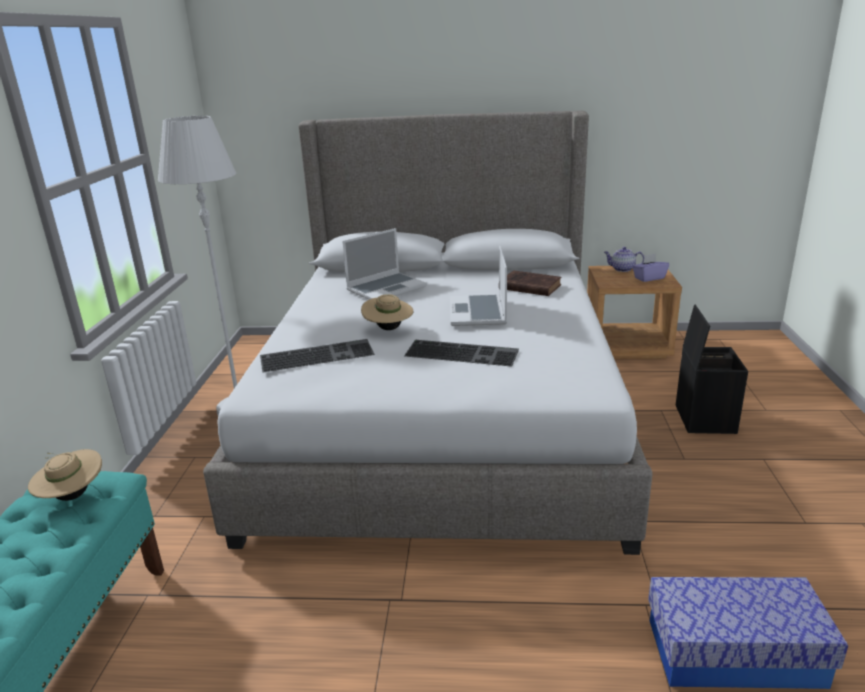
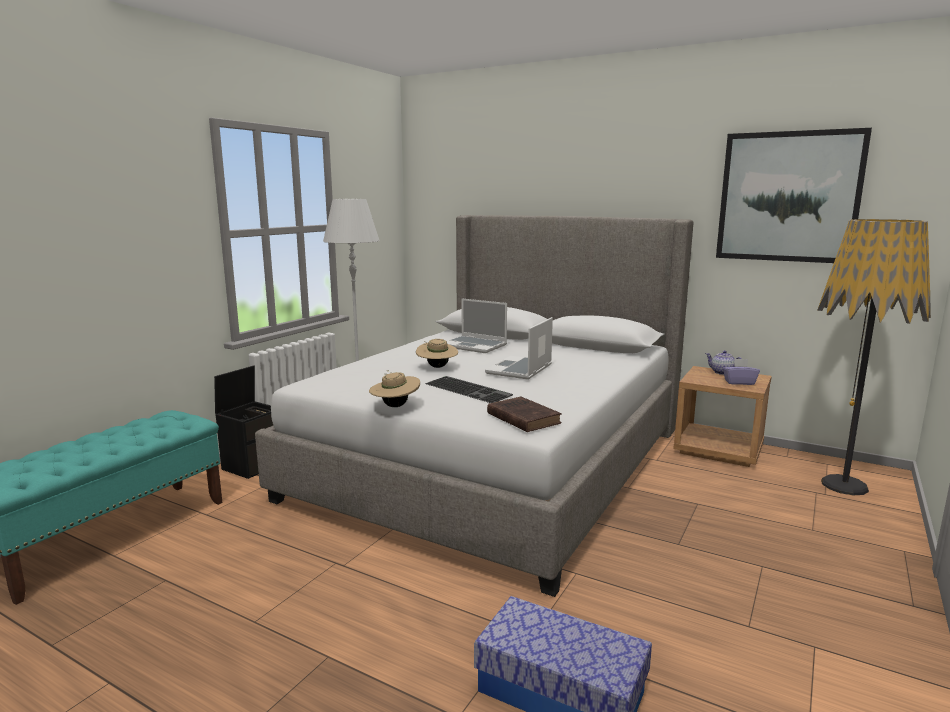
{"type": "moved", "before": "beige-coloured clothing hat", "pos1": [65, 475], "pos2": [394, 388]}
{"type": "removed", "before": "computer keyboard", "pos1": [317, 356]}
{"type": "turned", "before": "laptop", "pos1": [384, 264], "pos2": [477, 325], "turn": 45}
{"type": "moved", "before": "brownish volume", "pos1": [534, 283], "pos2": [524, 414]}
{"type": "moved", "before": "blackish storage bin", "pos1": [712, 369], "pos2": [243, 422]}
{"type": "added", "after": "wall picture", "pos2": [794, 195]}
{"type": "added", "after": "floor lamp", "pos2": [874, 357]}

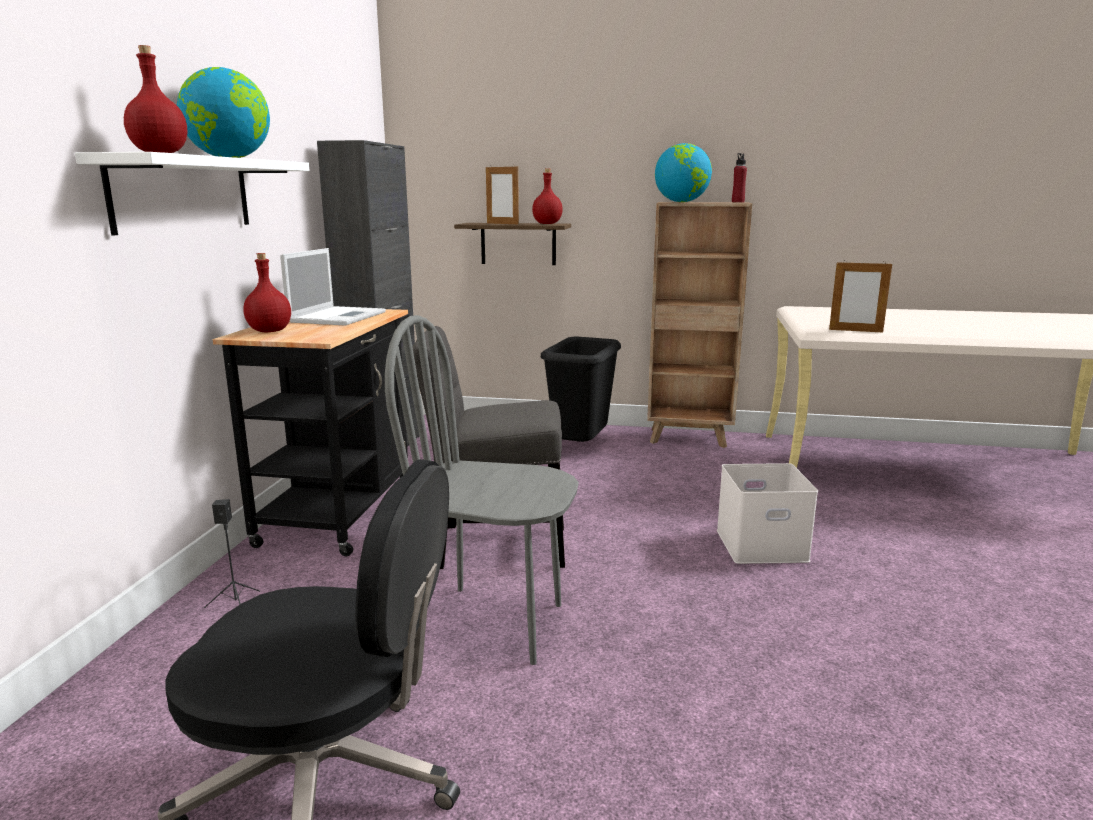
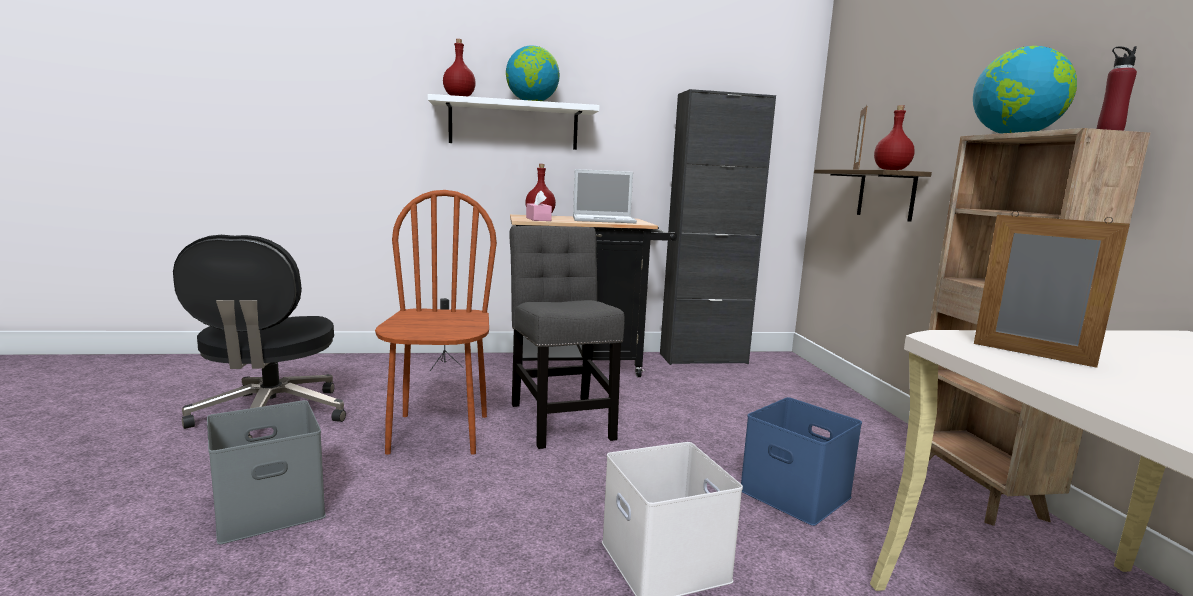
{"type": "recoloured", "before": "greyish chair", "after": "brownish chair", "pos1": [482, 490], "pos2": [436, 322]}
{"type": "removed", "before": "blackish rubbish bin", "pos1": [581, 389]}
{"type": "turned", "before": "standing frame", "pos1": [860, 296], "pos2": [1052, 289], "turn": 135}
{"type": "added", "after": "greyish storage bin", "pos2": [266, 472]}
{"type": "added", "after": "pinkish tissue box", "pos2": [539, 205]}
{"type": "added", "after": "blue storage bin", "pos2": [801, 461]}

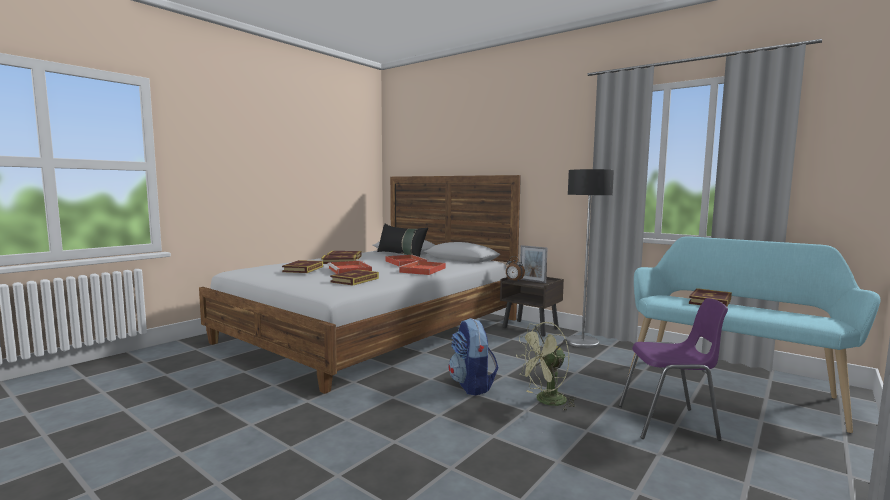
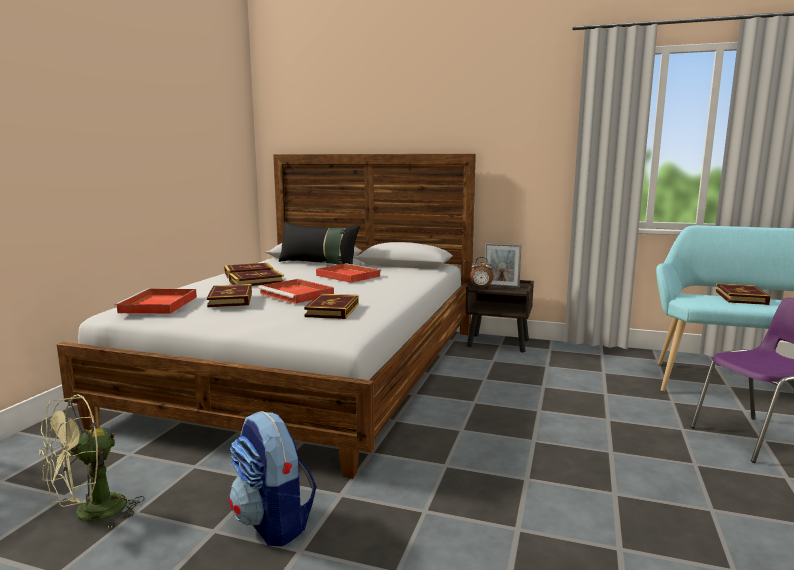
{"type": "moved", "before": "reddish carrying tray", "pos1": [422, 268], "pos2": [155, 301]}
{"type": "moved", "before": "knapsack", "pos1": [473, 356], "pos2": [273, 479]}
{"type": "moved", "before": "green-coloured electric fan", "pos1": [546, 366], "pos2": [92, 461]}
{"type": "removed", "before": "floor lamp", "pos1": [590, 258]}

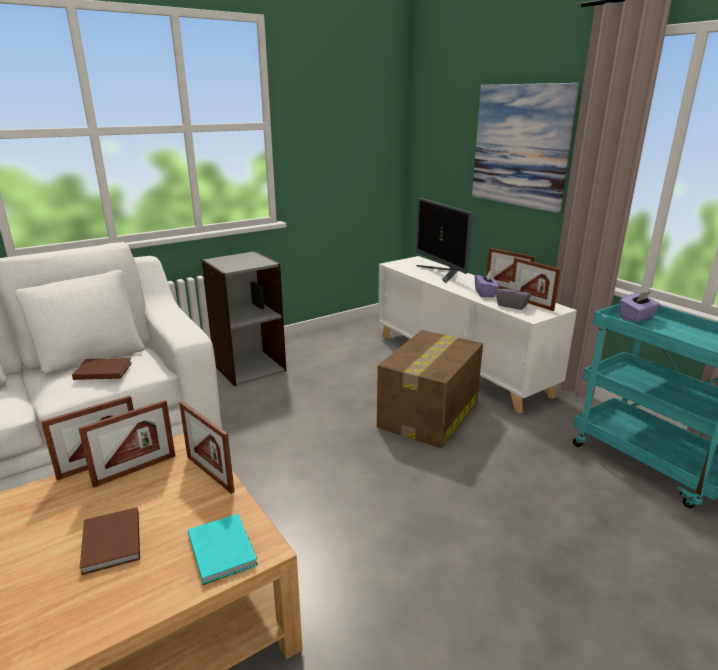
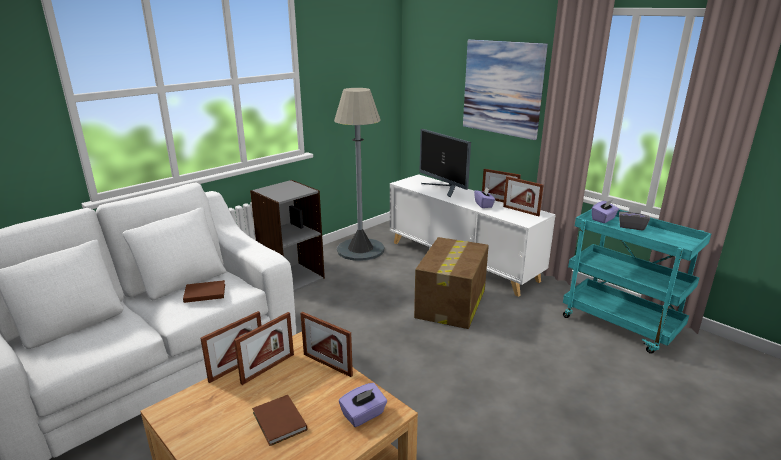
{"type": "replaced", "before": "blue-green volume", "after": "purplish tissue box", "pos1": [223, 549], "pos2": [363, 405]}
{"type": "moved", "before": "greyish tissue box", "pos1": [513, 295], "pos2": [634, 218]}
{"type": "added", "after": "greyish floor lamp", "pos2": [359, 174]}

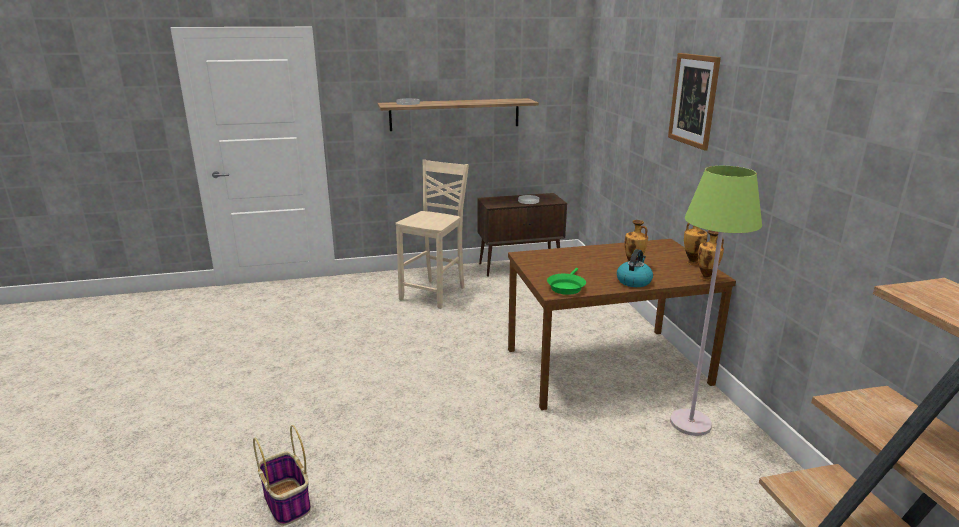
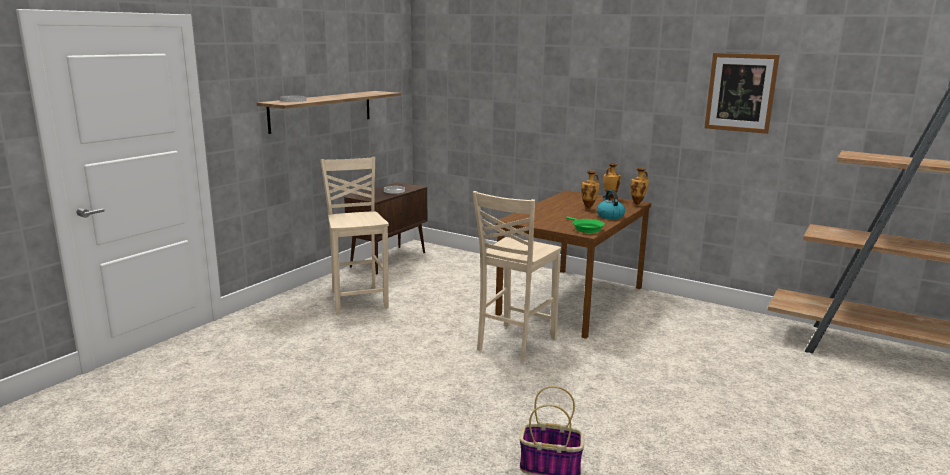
{"type": "moved", "before": "wall picture", "pos1": [694, 102], "pos2": [742, 93]}
{"type": "removed", "before": "green-coloured floor lamp", "pos1": [716, 301]}
{"type": "added", "after": "beige-coloured chair", "pos2": [516, 277]}

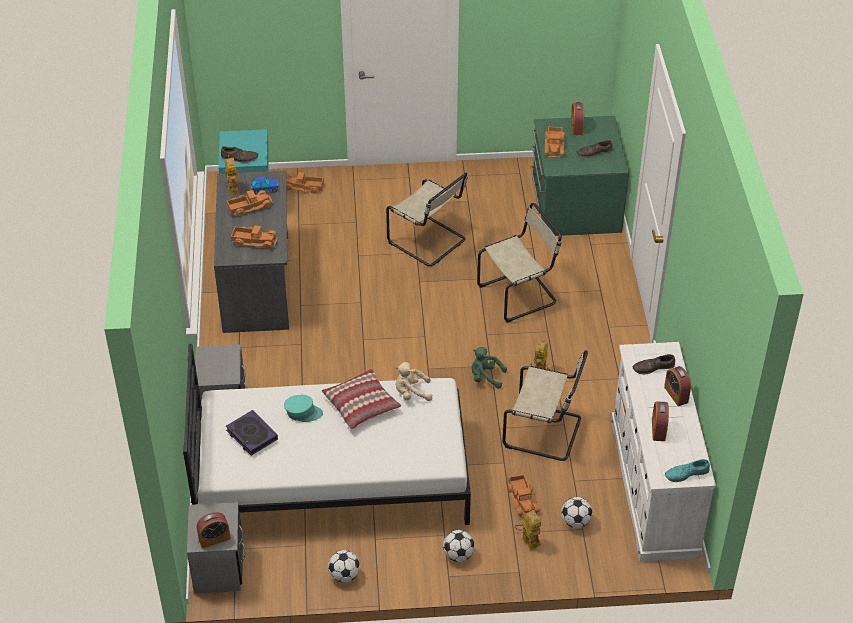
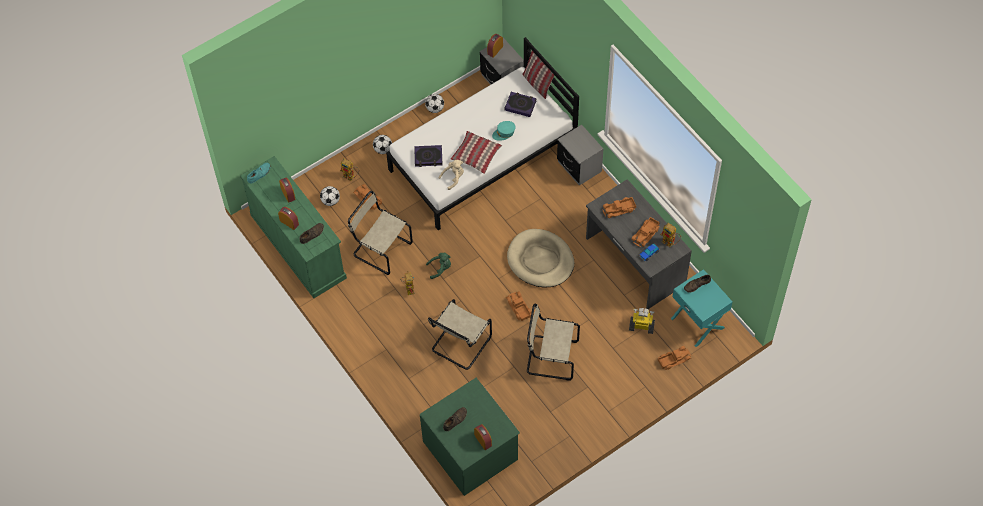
{"type": "turned", "before": "beige-coloured chair", "pos1": [545, 405], "pos2": [380, 233], "turn": 45}
{"type": "moved", "before": "toy truck", "pos1": [555, 142], "pos2": [518, 306]}
{"type": "recoloured", "before": "whitish dresser", "after": "green-coloured dresser", "pos1": [663, 452], "pos2": [293, 227]}
{"type": "added", "after": "volume", "pos2": [428, 156]}
{"type": "added", "after": "beige-coloured dog cushion", "pos2": [540, 258]}
{"type": "added", "after": "pillow", "pos2": [538, 75]}
{"type": "added", "after": "model robot", "pos2": [642, 321]}

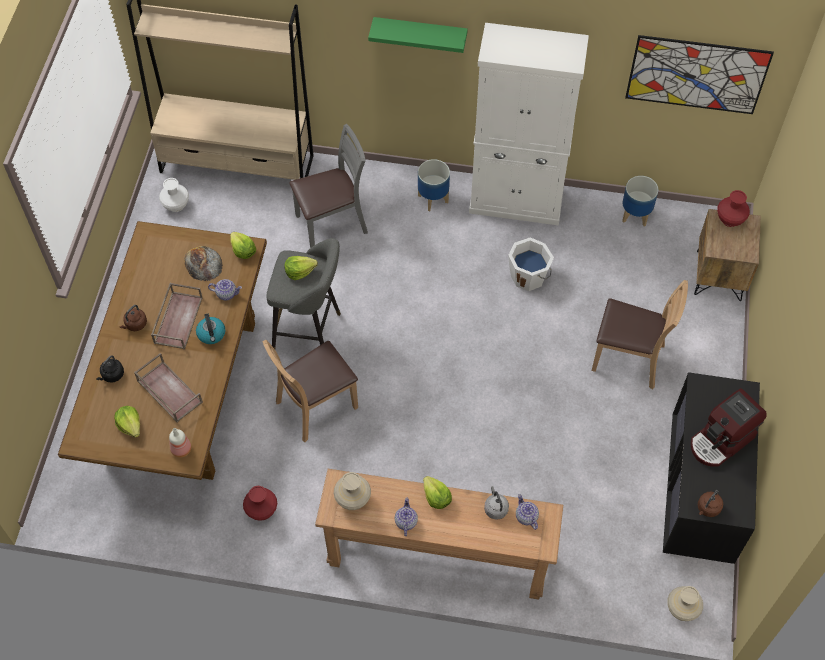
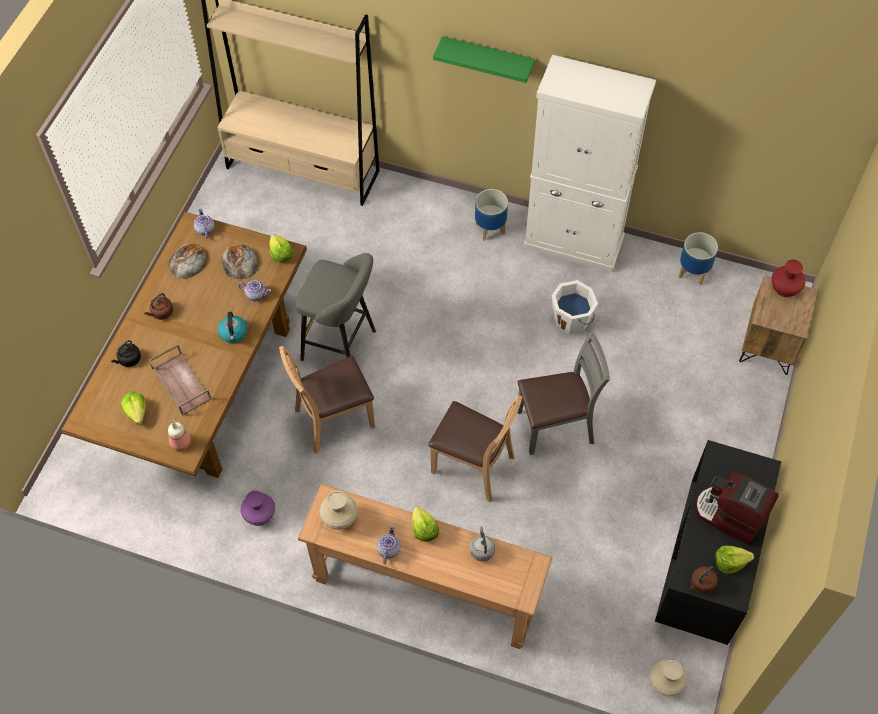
{"type": "removed", "before": "brownish carrying tray", "pos1": [177, 316]}
{"type": "removed", "before": "whitish flower vase", "pos1": [174, 195]}
{"type": "recoloured", "before": "reddish flower vase", "after": "purplish flower vase", "pos1": [260, 503], "pos2": [258, 508]}
{"type": "moved", "before": "lettuce head", "pos1": [301, 268], "pos2": [734, 559]}
{"type": "moved", "before": "greyish chair", "pos1": [328, 186], "pos2": [563, 393]}
{"type": "moved", "before": "pot for tea", "pos1": [527, 512], "pos2": [204, 223]}
{"type": "moved", "before": "brownish chair", "pos1": [639, 334], "pos2": [475, 448]}
{"type": "removed", "before": "wall picture", "pos1": [699, 74]}
{"type": "turned", "before": "coffee brewer", "pos1": [729, 427], "pos2": [736, 509], "turn": 60}
{"type": "added", "after": "baked bread", "pos2": [188, 261]}

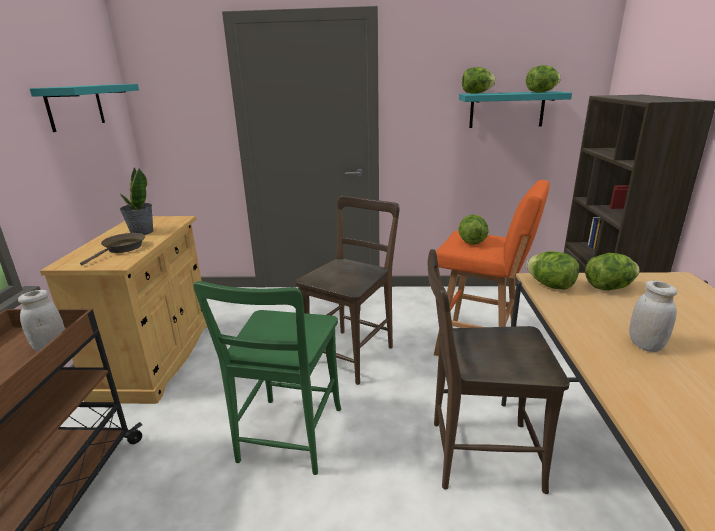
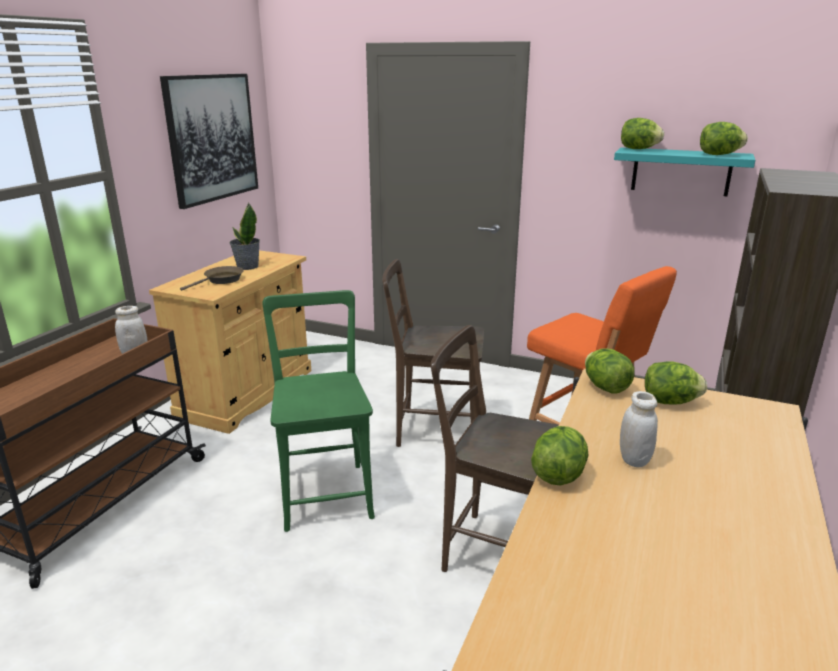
{"type": "replaced", "before": "blue-green bracket shelf", "after": "wall picture", "pos1": [84, 108], "pos2": [209, 141]}
{"type": "turned", "before": "green-coloured chair", "pos1": [267, 378], "pos2": [318, 411], "turn": 135}
{"type": "turned", "before": "brownish chair", "pos1": [347, 290], "pos2": [433, 353], "turn": -135}
{"type": "moved", "before": "lettuce head", "pos1": [473, 229], "pos2": [559, 455]}

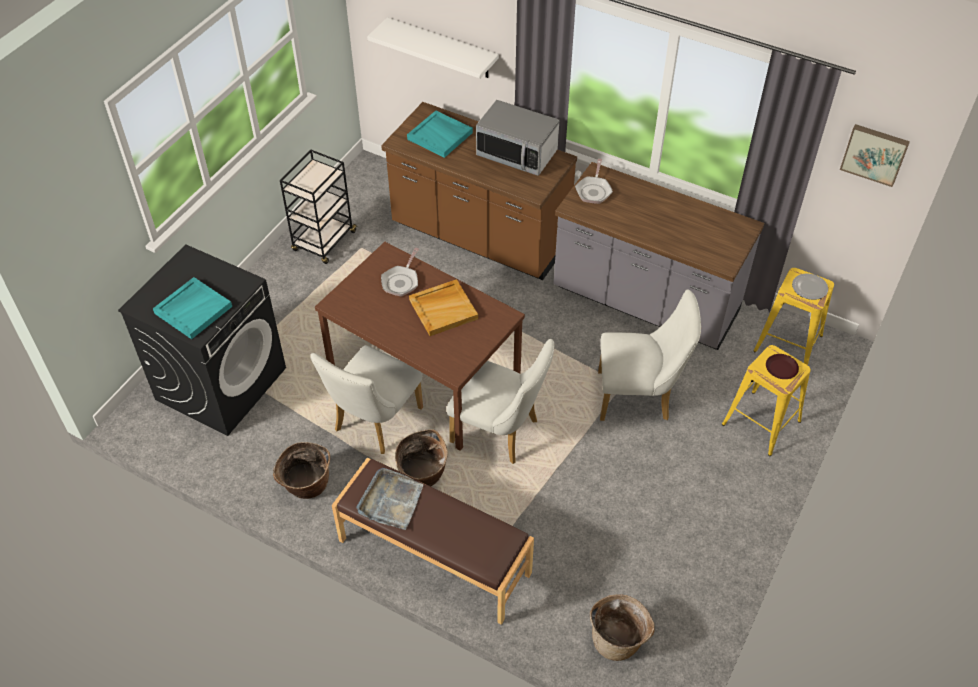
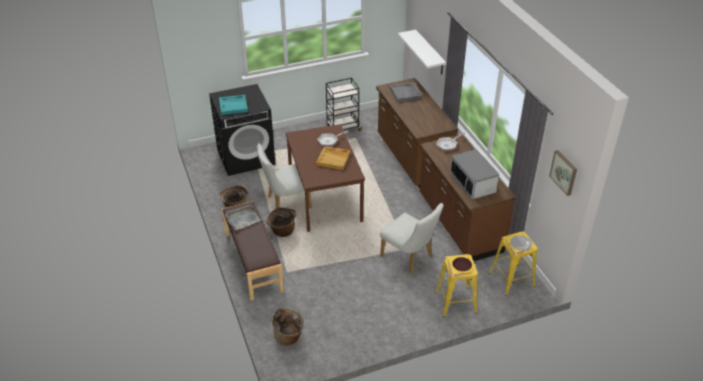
{"type": "recoloured", "before": "blue-green carrying tray", "after": "greyish carrying tray", "pos1": [440, 134], "pos2": [406, 92]}
{"type": "removed", "before": "whitish chair", "pos1": [500, 401]}
{"type": "moved", "before": "microwave oven", "pos1": [517, 138], "pos2": [474, 174]}
{"type": "recoloured", "before": "greyish kitchen base unit", "after": "brownish kitchen base unit", "pos1": [659, 256], "pos2": [468, 198]}

